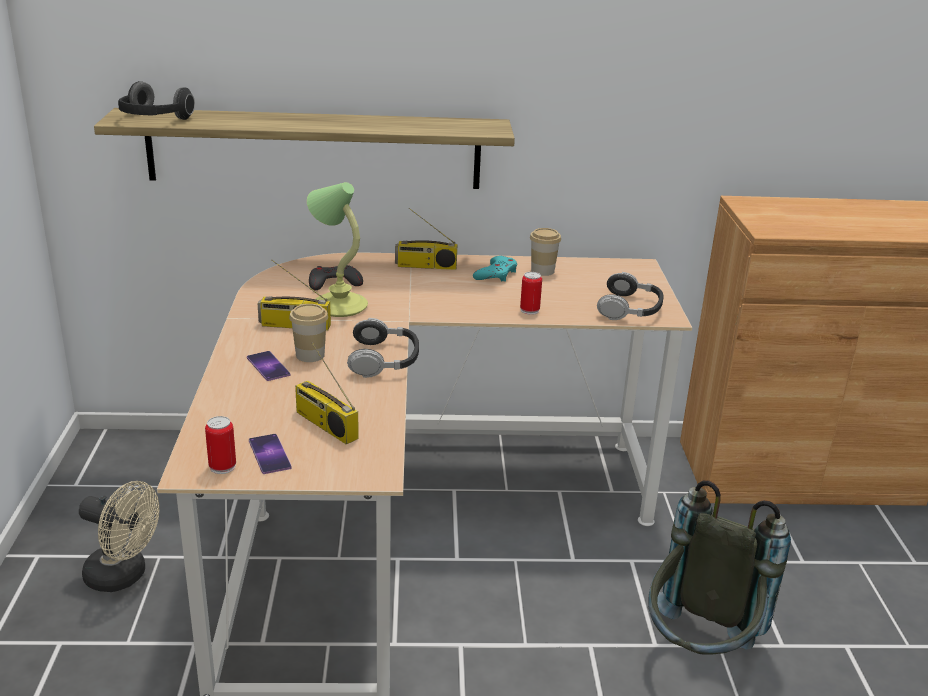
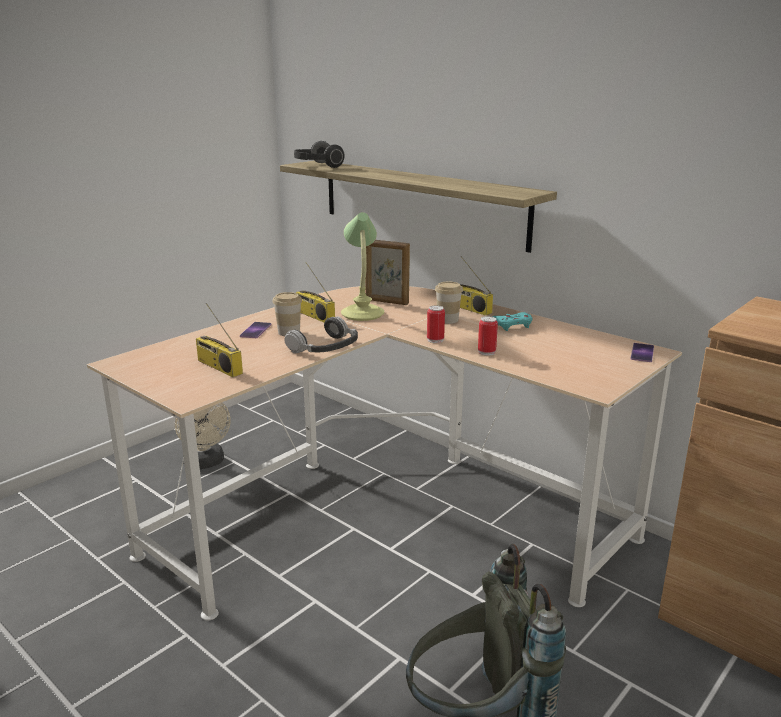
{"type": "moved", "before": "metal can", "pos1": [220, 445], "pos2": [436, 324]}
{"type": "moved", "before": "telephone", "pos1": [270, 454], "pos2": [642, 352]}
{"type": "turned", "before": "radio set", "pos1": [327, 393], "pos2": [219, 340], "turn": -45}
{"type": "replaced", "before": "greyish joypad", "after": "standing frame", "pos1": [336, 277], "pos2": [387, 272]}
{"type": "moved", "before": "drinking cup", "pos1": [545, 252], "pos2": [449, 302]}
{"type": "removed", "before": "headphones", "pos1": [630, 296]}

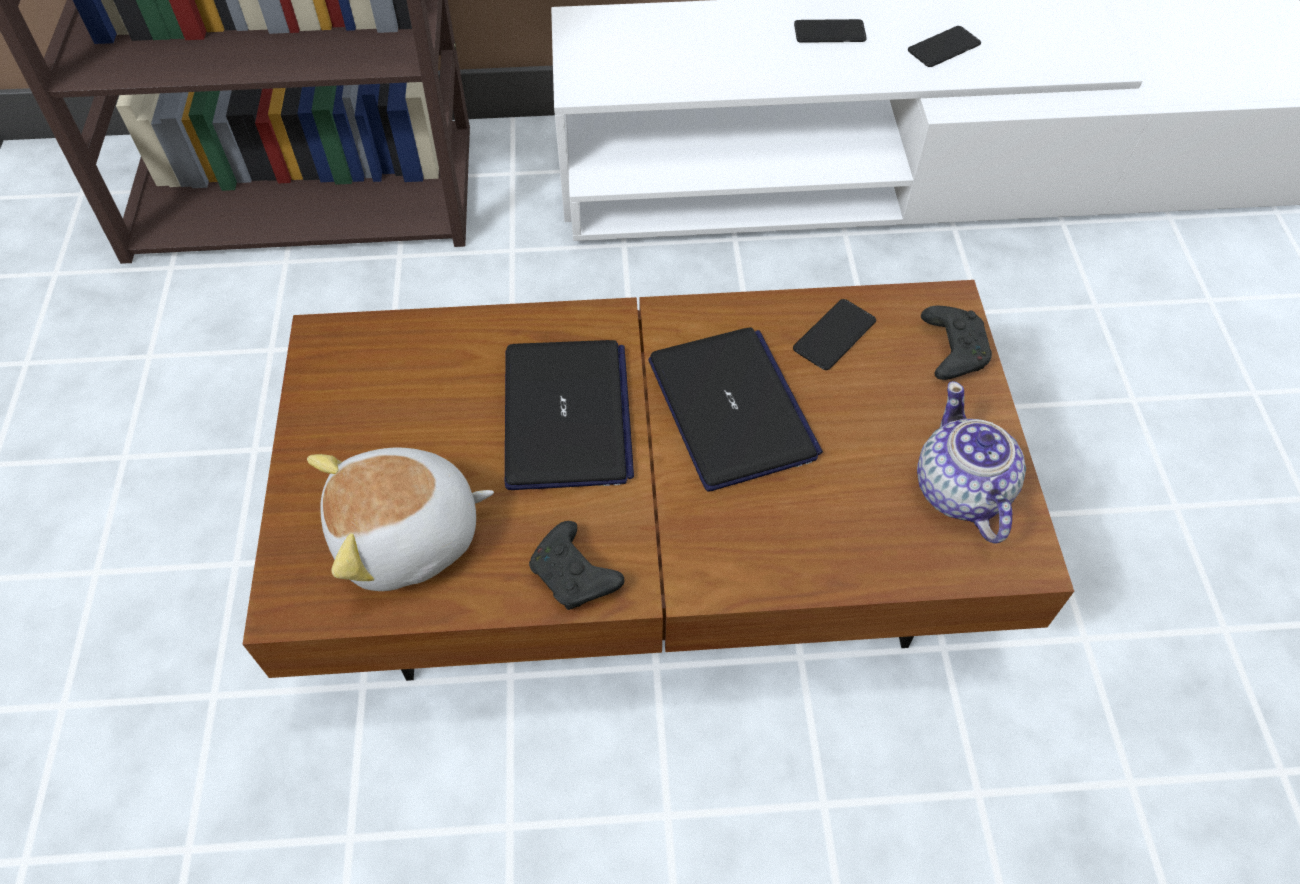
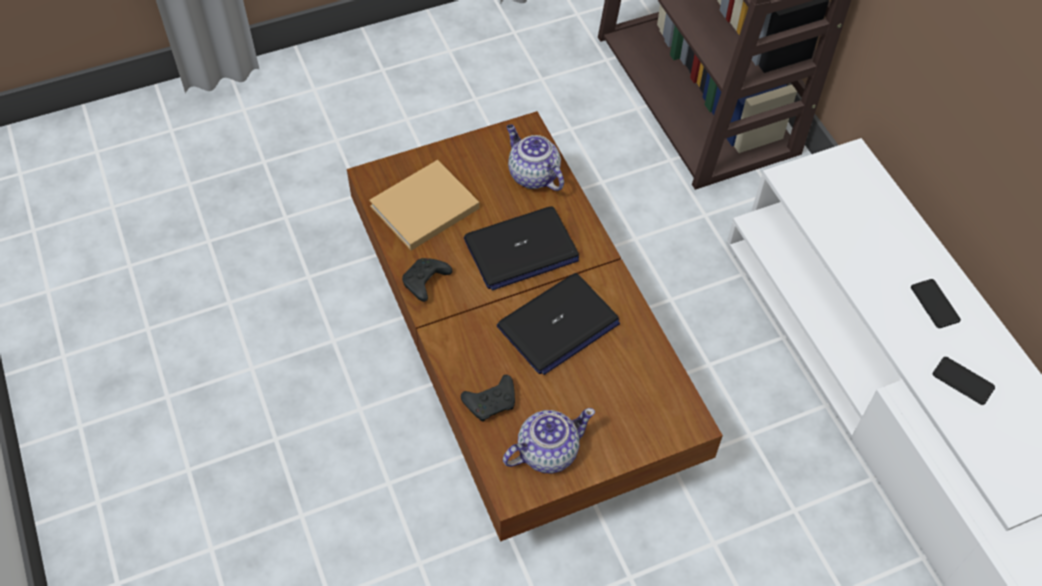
{"type": "replaced", "before": "soft toy", "after": "beige-coloured volume", "pos1": [400, 519], "pos2": [424, 205]}
{"type": "removed", "before": "telephone", "pos1": [834, 334]}
{"type": "moved", "before": "blackish joypad", "pos1": [956, 343], "pos2": [488, 398]}
{"type": "added", "after": "pot for tea", "pos2": [535, 157]}

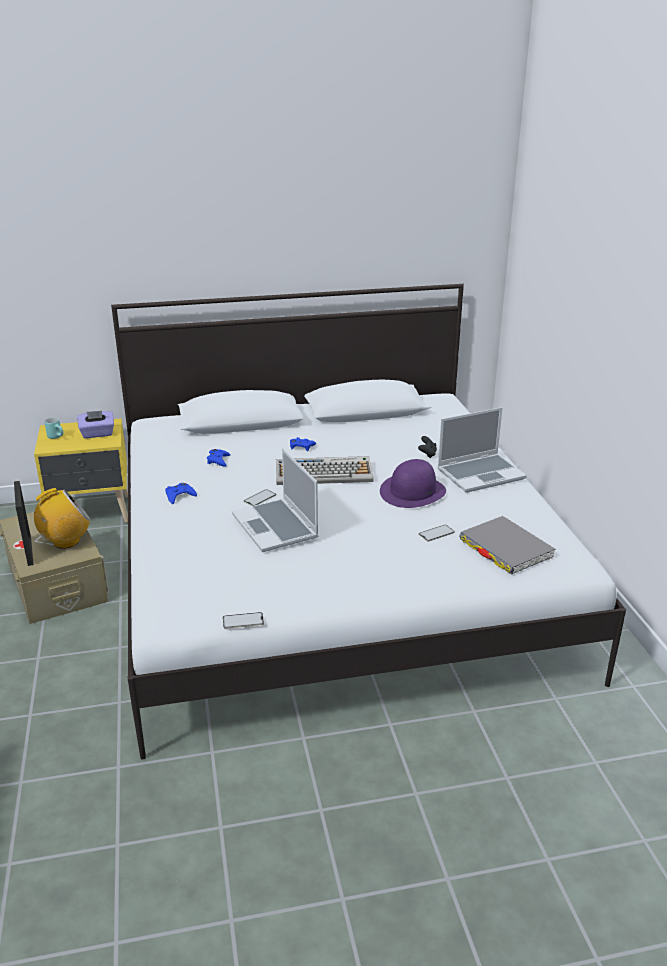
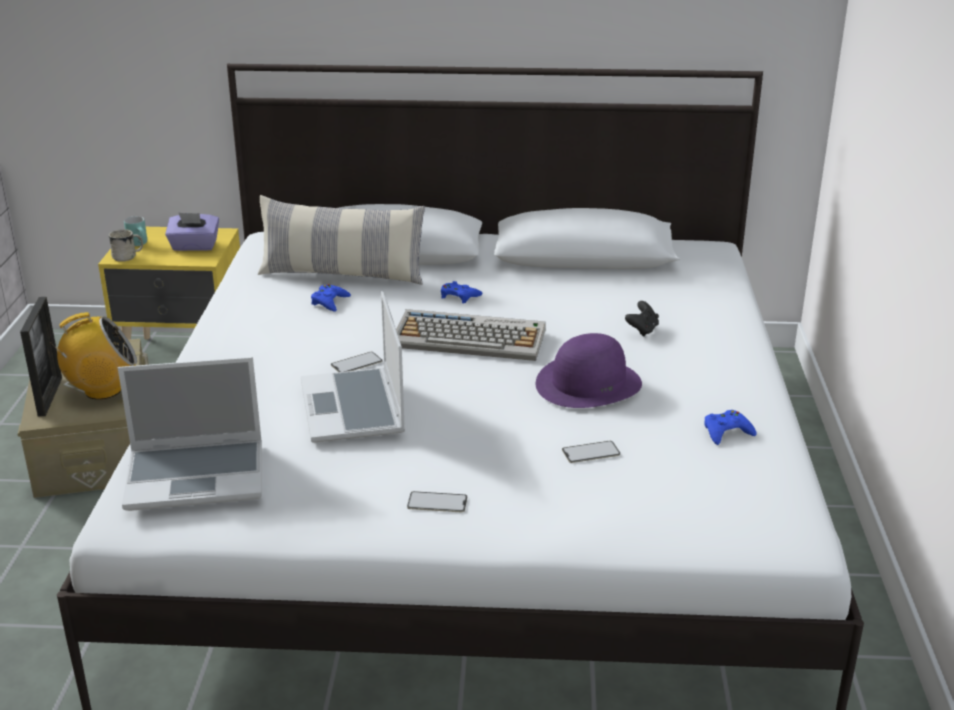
{"type": "moved", "before": "blue joypad", "pos1": [181, 493], "pos2": [730, 427]}
{"type": "moved", "before": "telephone", "pos1": [243, 620], "pos2": [437, 502]}
{"type": "moved", "before": "laptop", "pos1": [482, 450], "pos2": [190, 434]}
{"type": "removed", "before": "greyish volume", "pos1": [507, 545]}
{"type": "added", "after": "whitish tea mug", "pos2": [126, 245]}
{"type": "added", "after": "pillow", "pos2": [341, 240]}

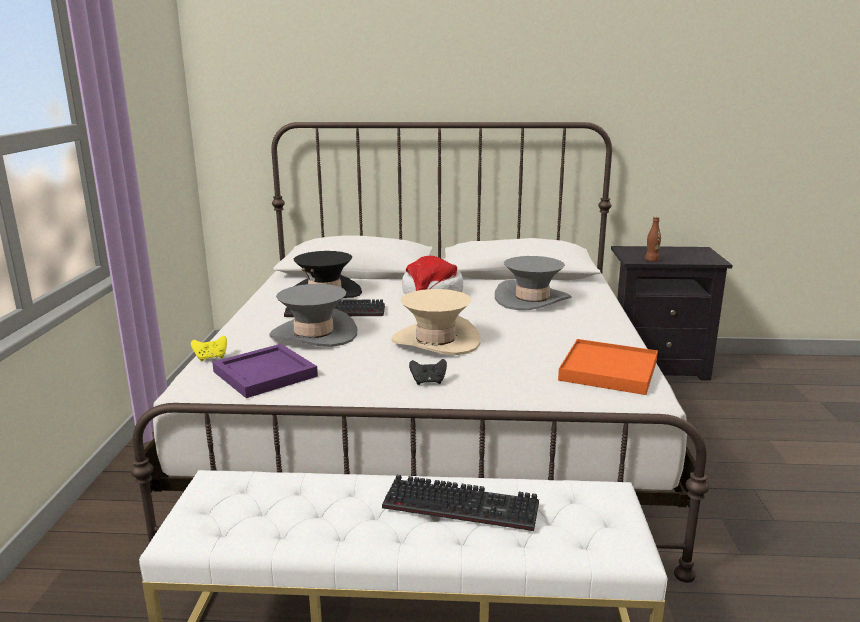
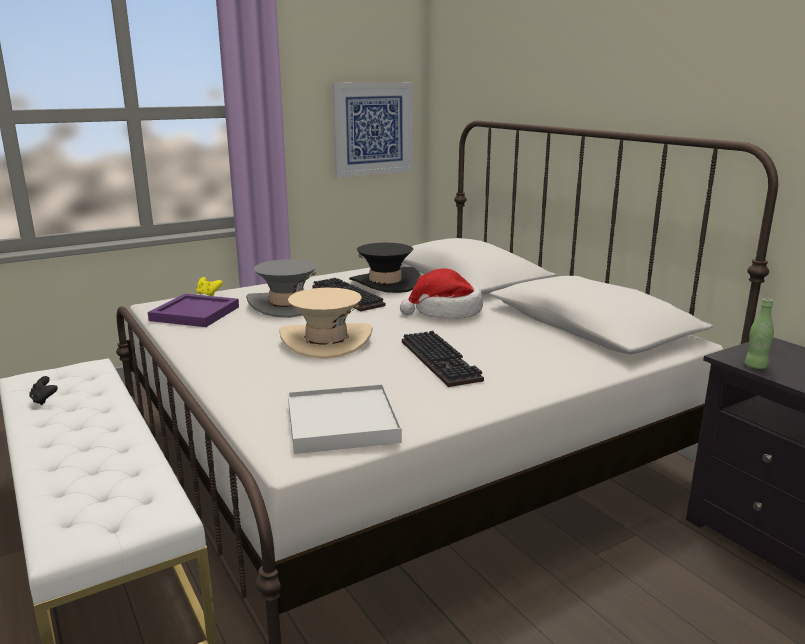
{"type": "moved", "before": "computer keyboard", "pos1": [460, 503], "pos2": [443, 358]}
{"type": "moved", "before": "blackish joypad", "pos1": [428, 372], "pos2": [43, 390]}
{"type": "removed", "before": "greyish clothing hat", "pos1": [533, 283]}
{"type": "recoloured", "before": "orange-coloured carrying tray", "after": "whitish carrying tray", "pos1": [608, 367], "pos2": [345, 419]}
{"type": "recoloured", "before": "brownish drink bottle", "after": "green-coloured drink bottle", "pos1": [653, 239], "pos2": [759, 333]}
{"type": "added", "after": "wall picture", "pos2": [372, 130]}

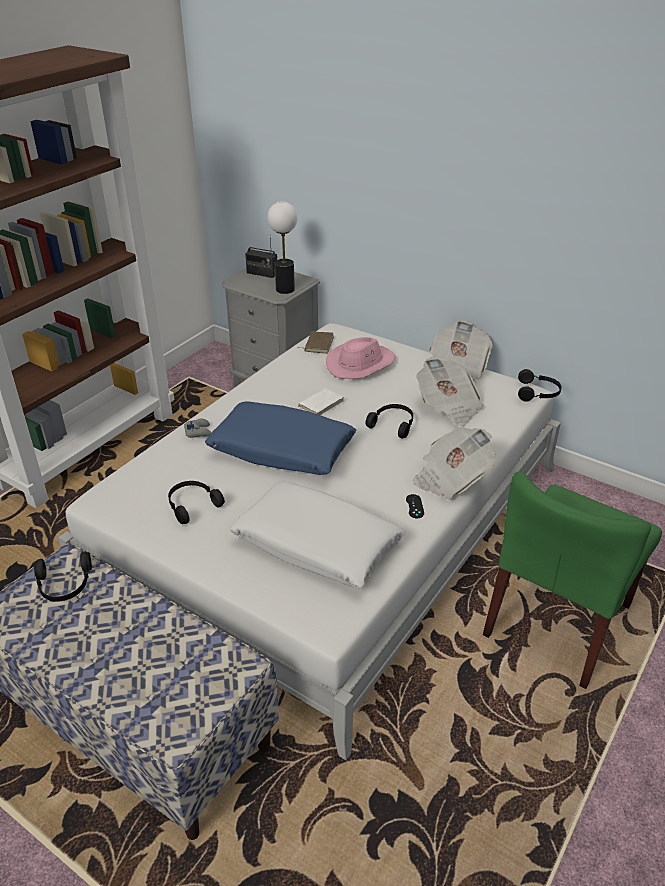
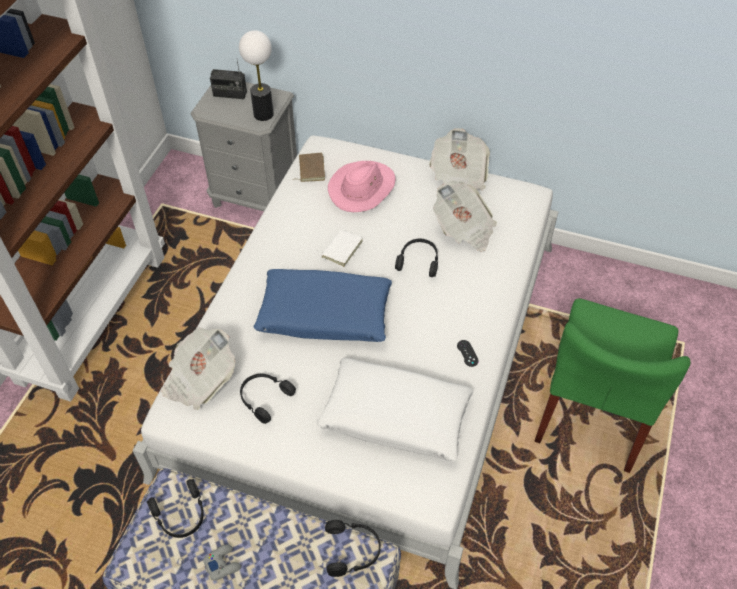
{"type": "moved", "before": "greyish joypad", "pos1": [198, 428], "pos2": [222, 562]}
{"type": "moved", "before": "newspaper", "pos1": [454, 463], "pos2": [198, 368]}
{"type": "moved", "before": "blackish headphones", "pos1": [540, 385], "pos2": [353, 548]}

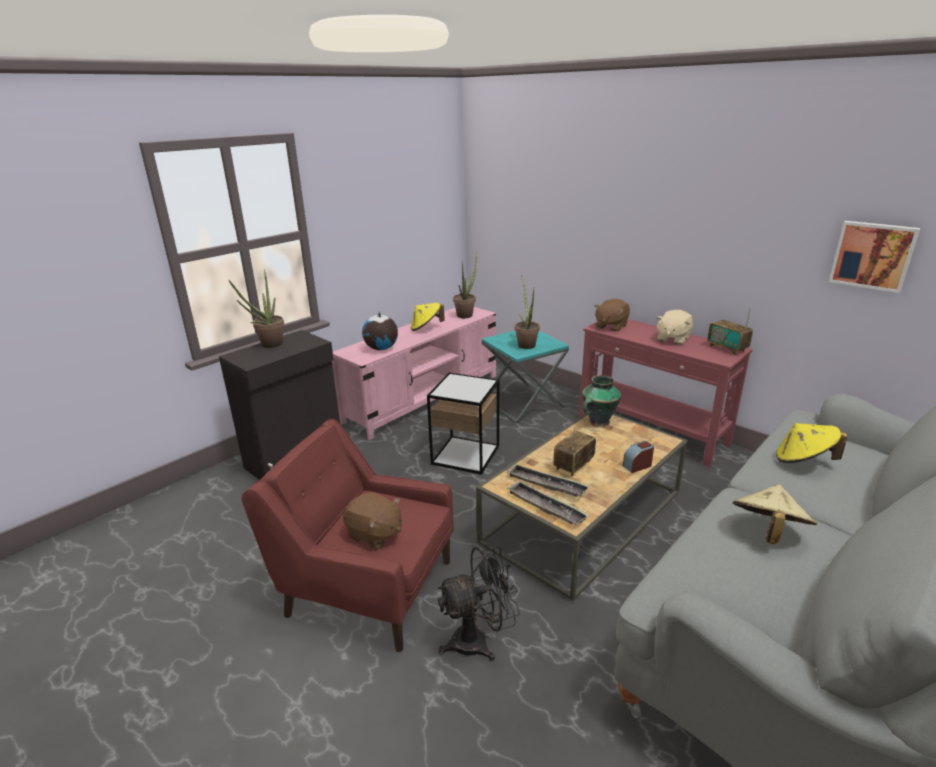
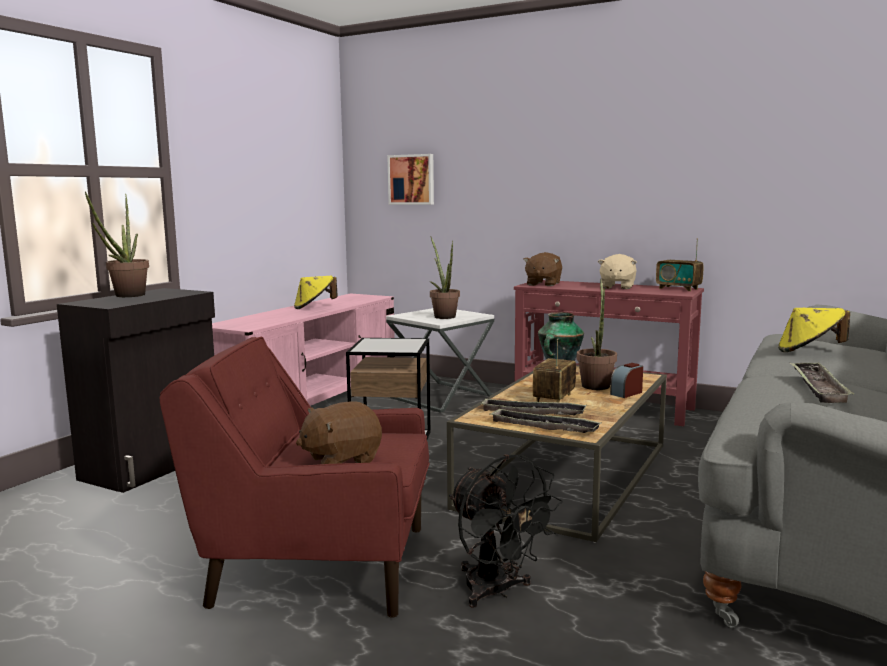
{"type": "turned", "before": "brownish soft toy", "pos1": [372, 521], "pos2": [339, 433], "turn": 135}
{"type": "removed", "before": "desk globe", "pos1": [380, 330]}
{"type": "turned", "before": "blackish electric fan", "pos1": [478, 602], "pos2": [506, 531], "turn": 90}
{"type": "moved", "before": "plant in a pot", "pos1": [465, 285], "pos2": [597, 334]}
{"type": "recoloured", "before": "blue-green side table", "after": "whitish side table", "pos1": [525, 377], "pos2": [440, 360]}
{"type": "replaced", "before": "beige-coloured clothing hat", "after": "carrying tray", "pos1": [775, 514], "pos2": [822, 383]}
{"type": "moved", "before": "wall picture", "pos1": [874, 257], "pos2": [410, 179]}

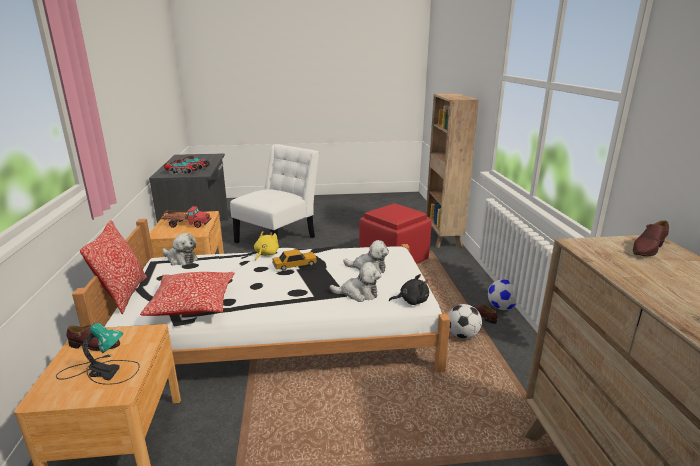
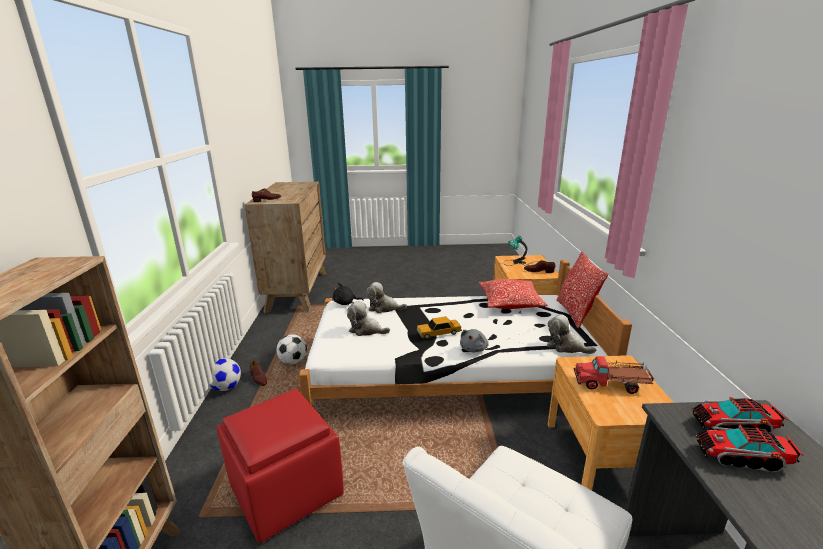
{"type": "recoloured", "before": "yellow-coloured soft toy", "after": "greyish soft toy", "pos1": [266, 245], "pos2": [474, 340]}

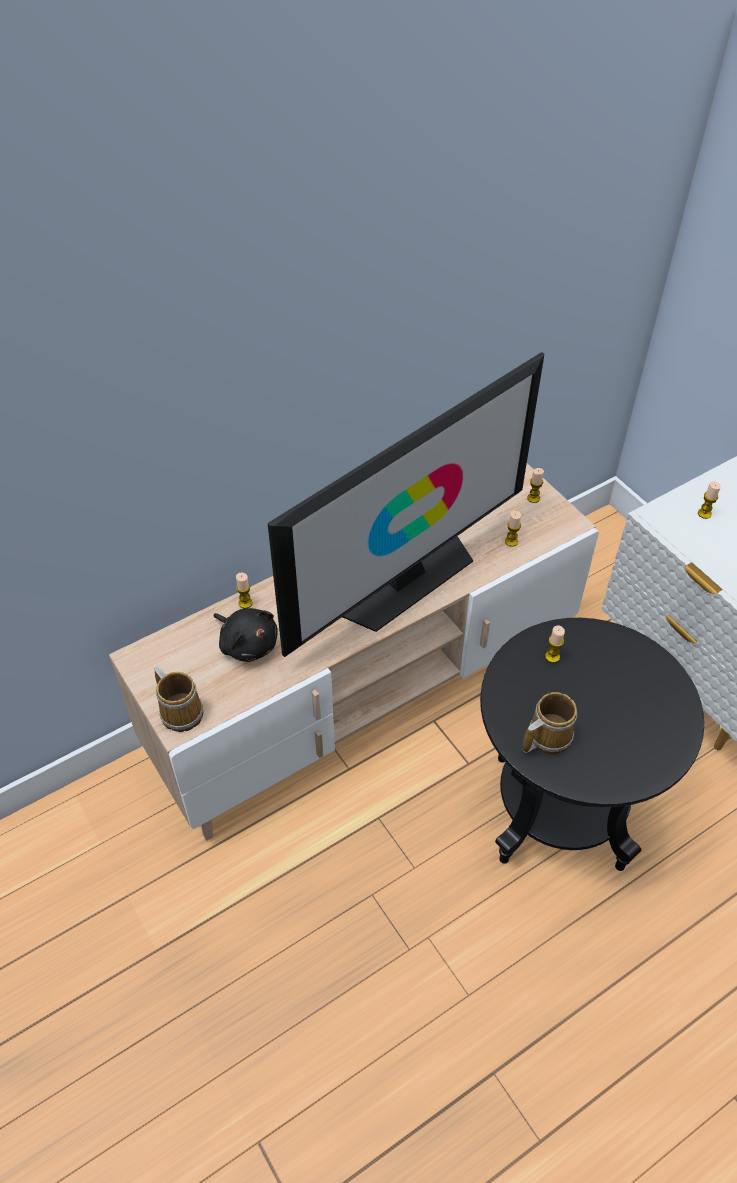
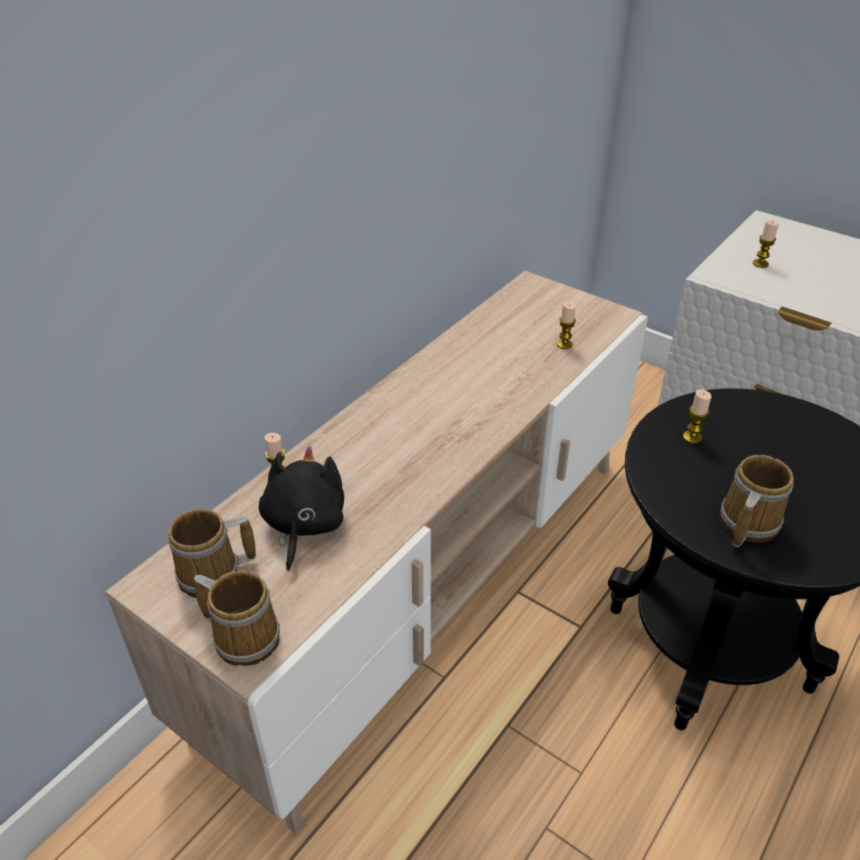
{"type": "turned", "before": "blackish soft toy", "pos1": [245, 635], "pos2": [301, 509], "turn": -105}
{"type": "removed", "before": "television", "pos1": [405, 504]}
{"type": "removed", "before": "wax light", "pos1": [535, 485]}
{"type": "added", "after": "tea mug", "pos2": [212, 553]}

